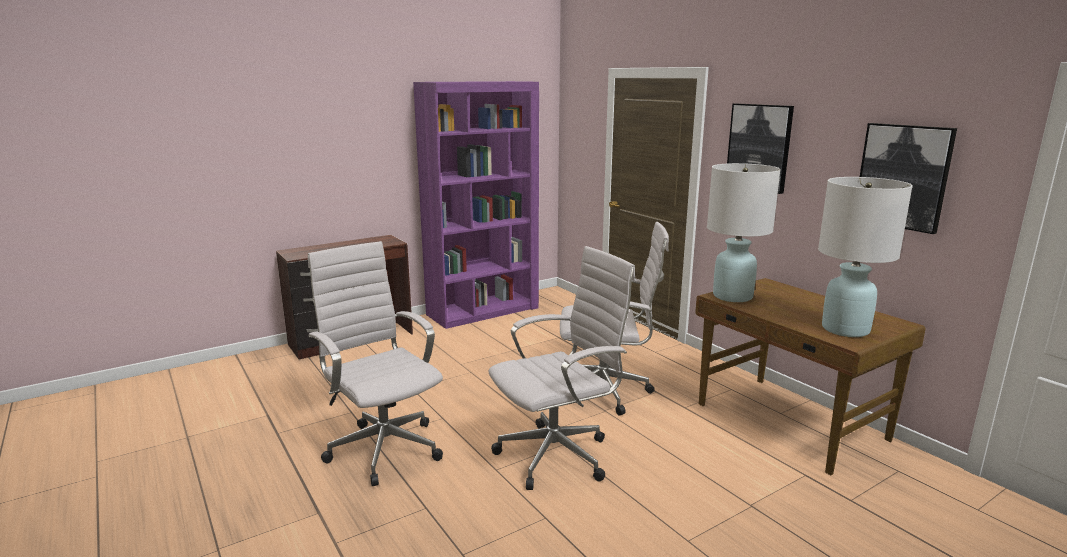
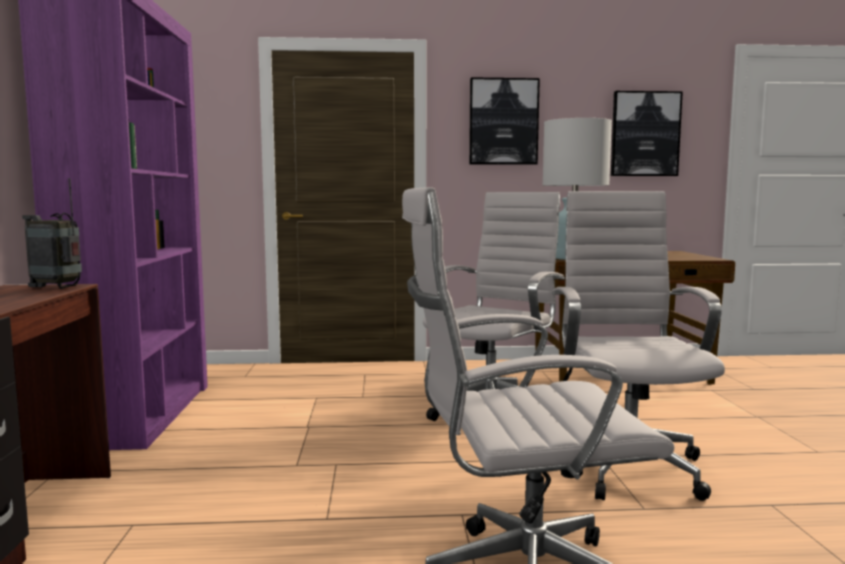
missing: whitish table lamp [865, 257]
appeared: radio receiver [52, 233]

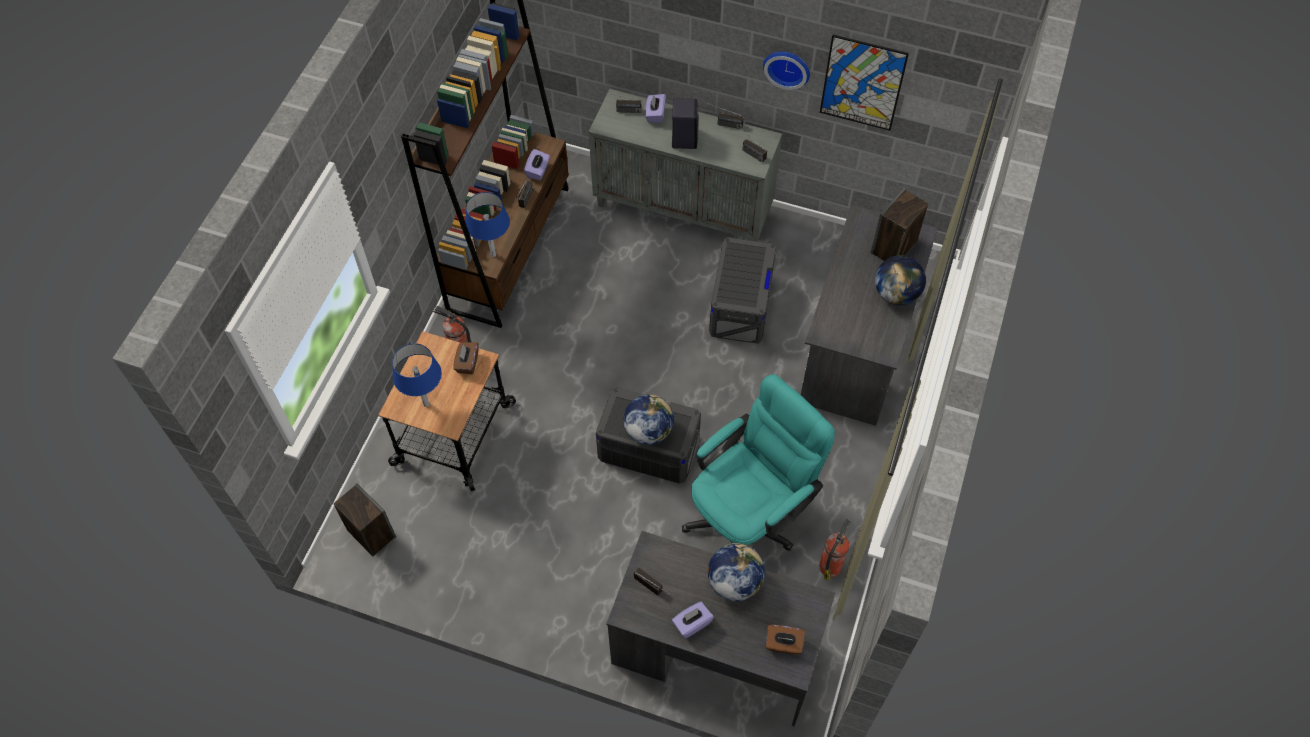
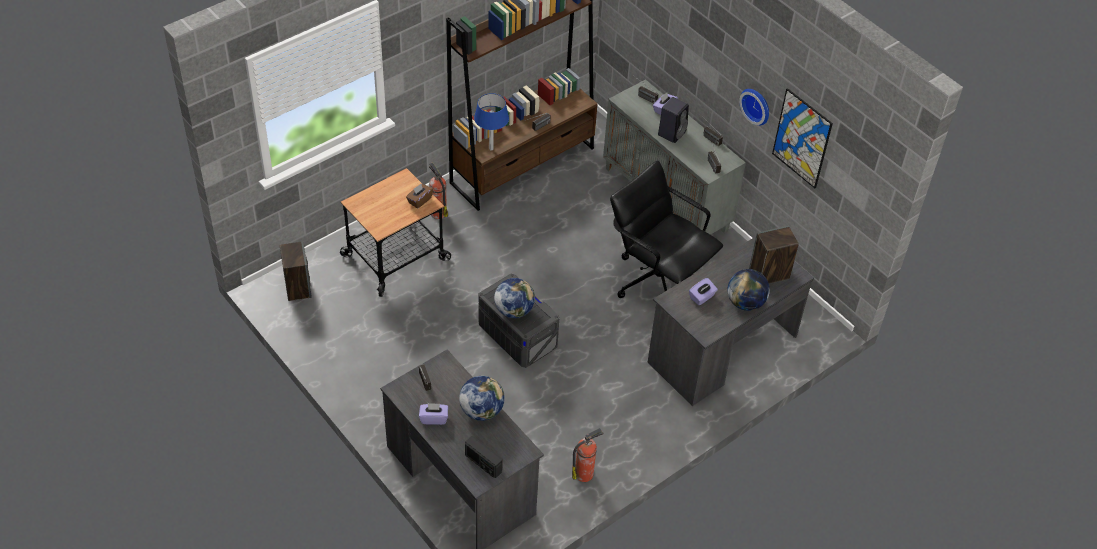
missing: blue table lamp [417, 375]; blue-green computer chair [758, 462]
relocated: purplish box of tissues [537, 164] to [703, 292]
exchanged: greyish storage box [742, 290] to black computer chair [666, 229]; brown box of tissues [785, 639] to radio receiver [484, 457]

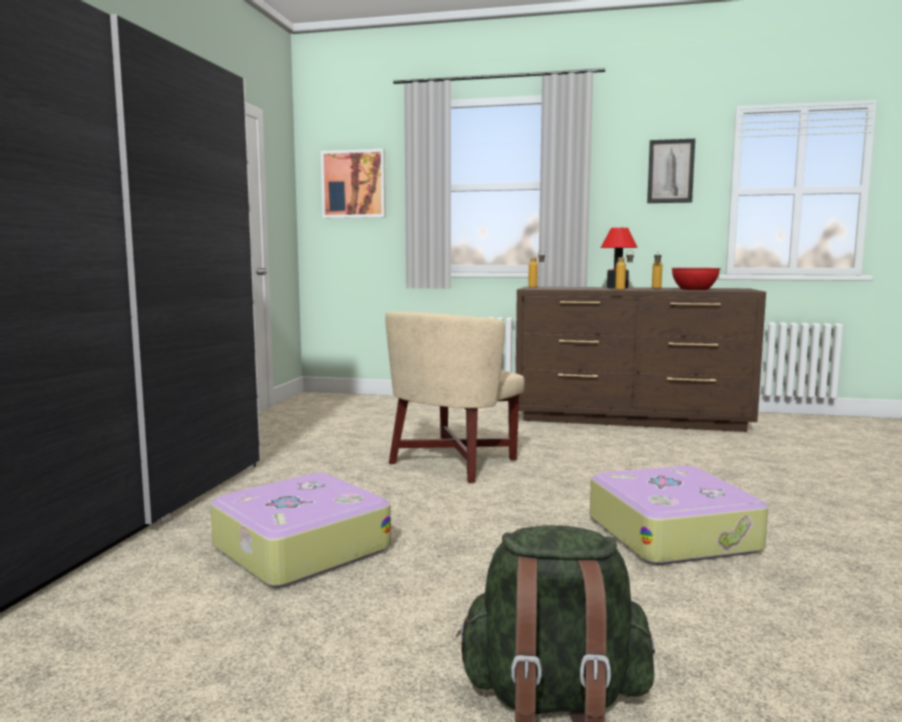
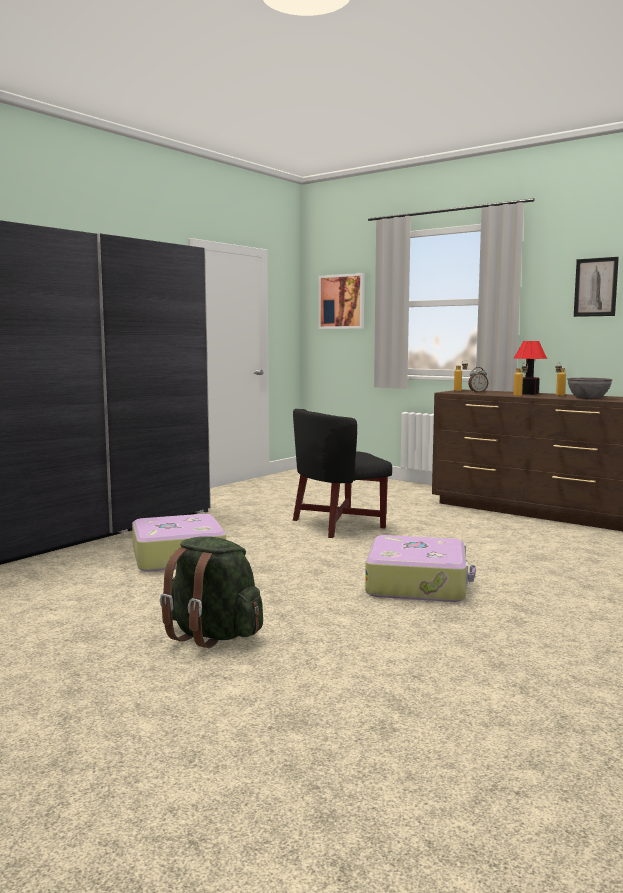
appeared: bedside clock [478, 380]
colour: red-coloured serving bowl [696, 279] to greyish serving bowl [589, 388]; sand-coloured armchair [455, 397] to black armchair [342, 473]

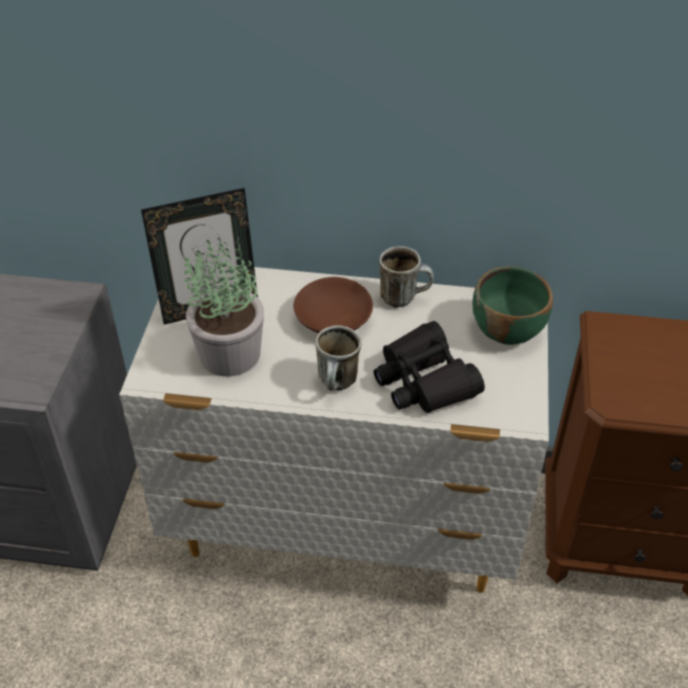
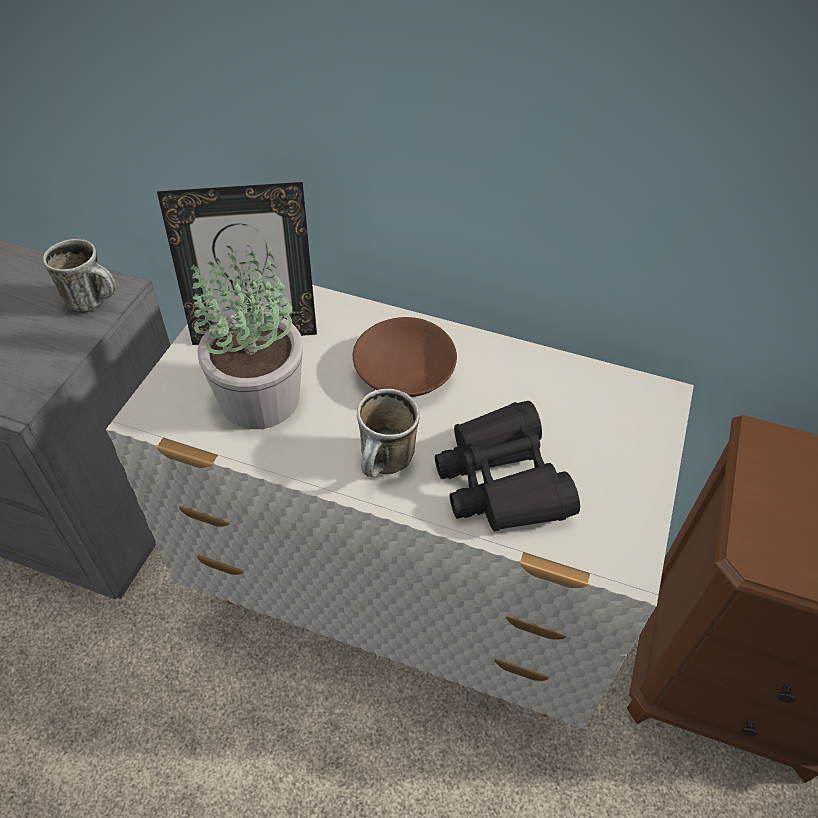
missing: green serving bowl [512, 305]
relocated: mug [406, 277] to [79, 276]

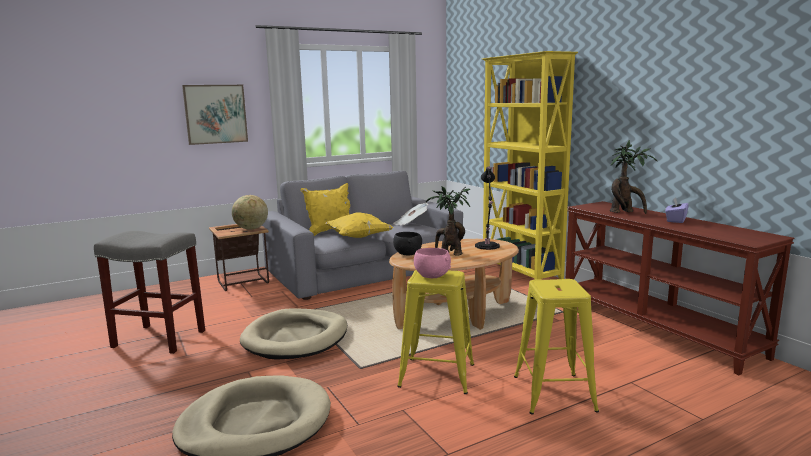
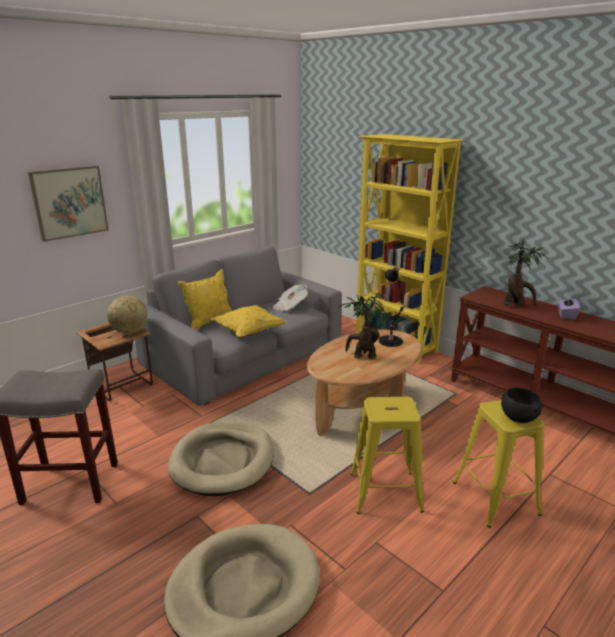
missing: pink serving bowl [432, 263]
relocated: black serving bowl [407, 243] to [521, 405]

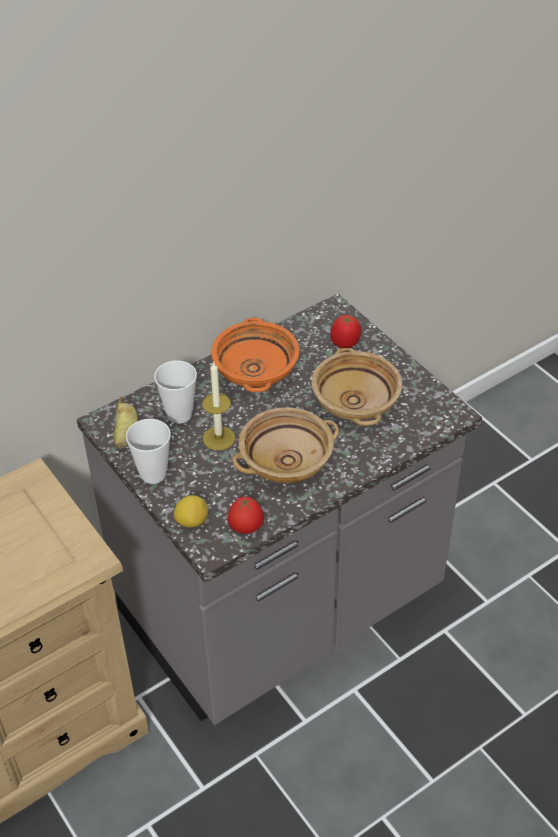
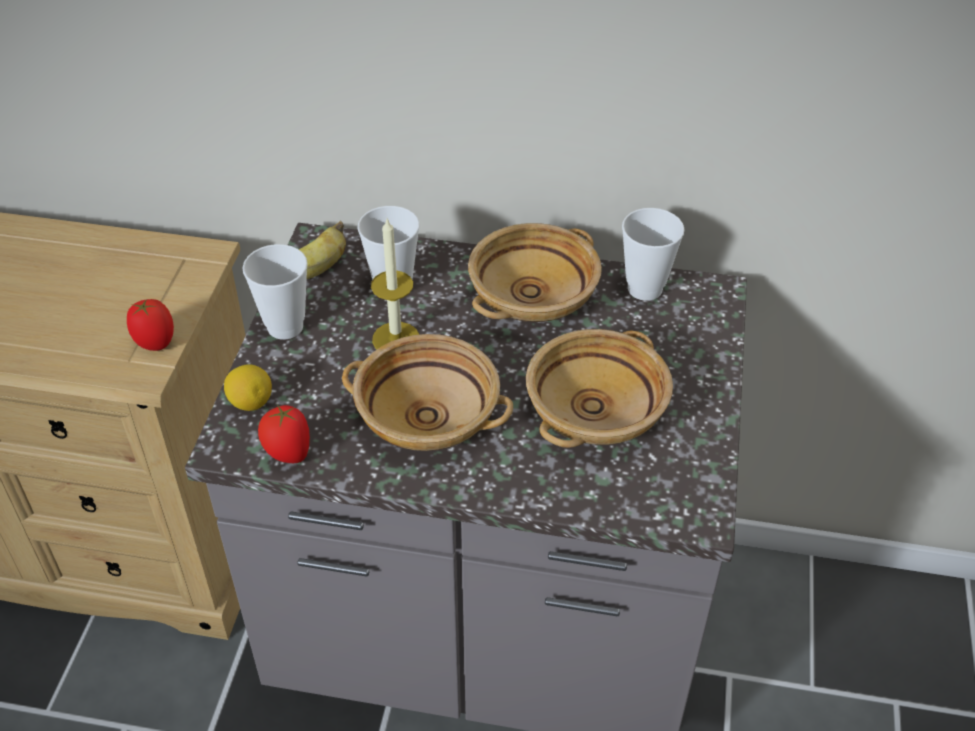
appeared: cup [653, 254]
relocated: fresh tomato [346, 331] to [150, 325]
colour: orange-coloured serving bowl [255, 354] to sand-coloured serving bowl [535, 272]

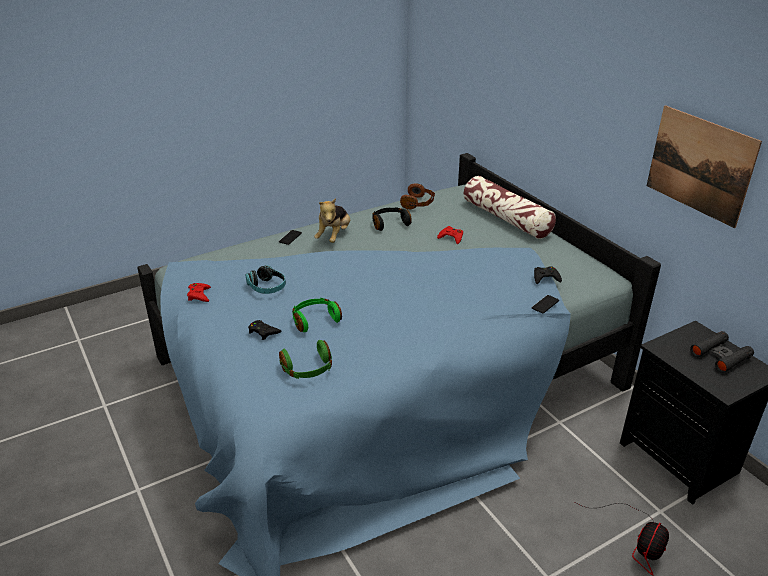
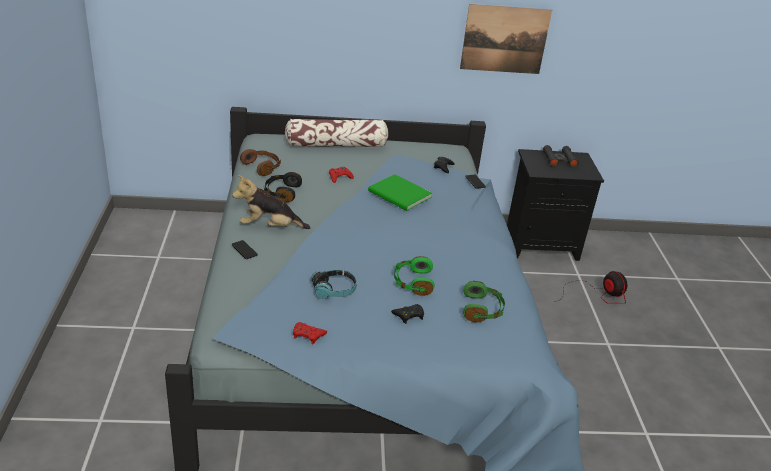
appeared: green volume [400, 192]
spun: plush toy [332, 220] = [271, 202] 135 degrees clockwise

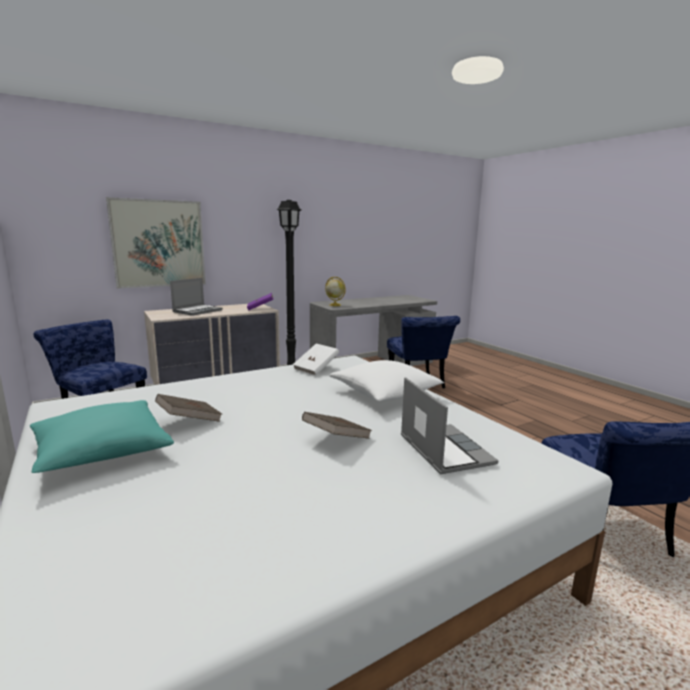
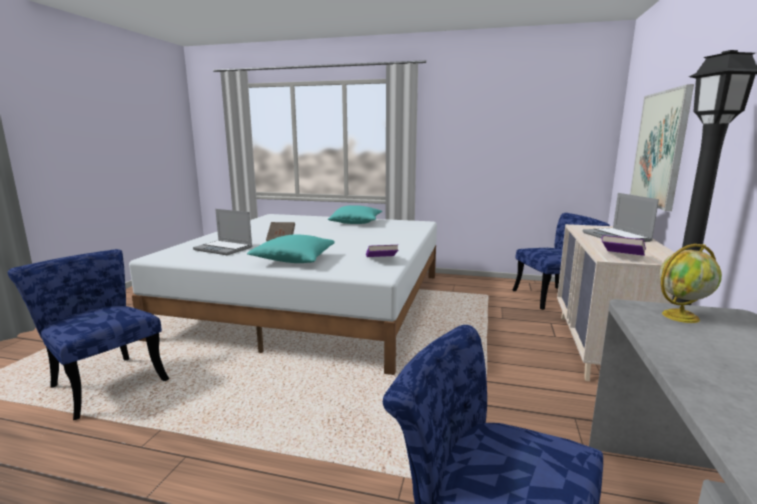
missing: brown volume [188, 408]
colour: whitish volume [316, 359] to purplish volume [382, 251]; whitish throw pillow [386, 380] to blue-green throw pillow [291, 248]

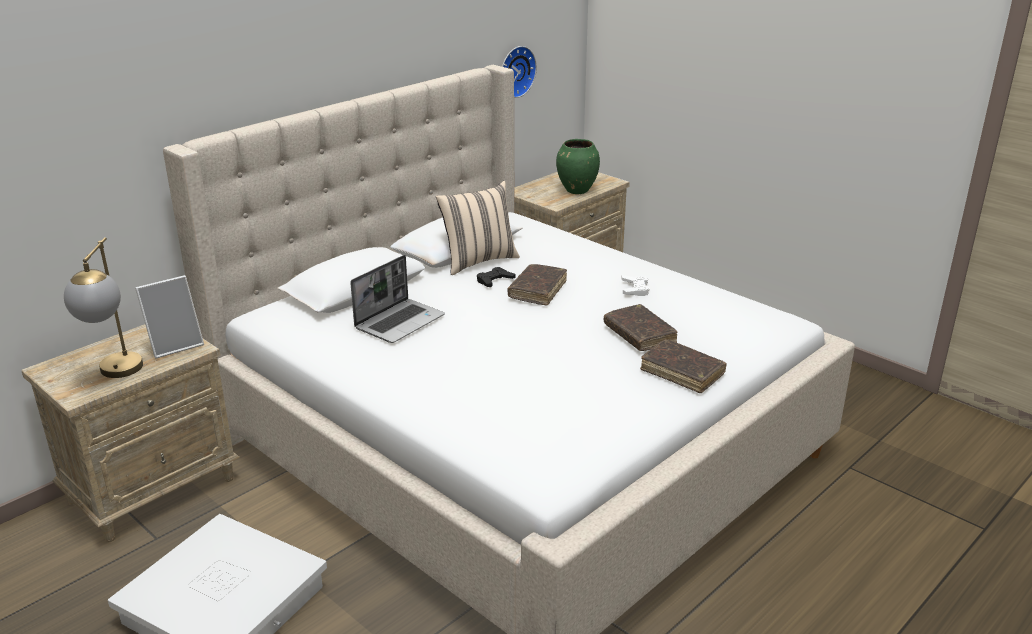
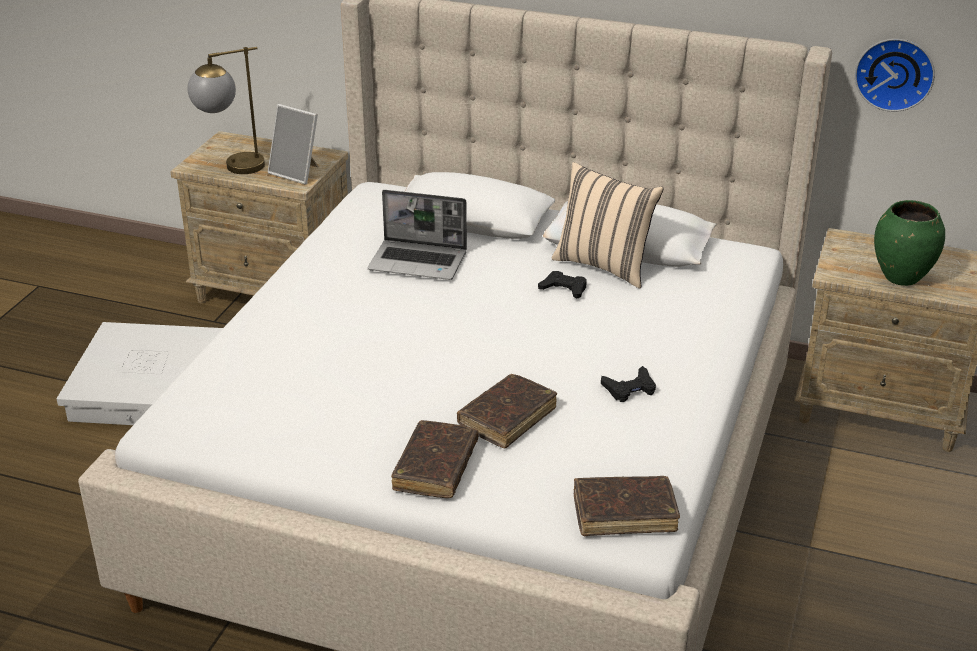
relocated: brown volume [537, 284] to [627, 506]
colour: whitish joypad [635, 285] to black joypad [628, 384]

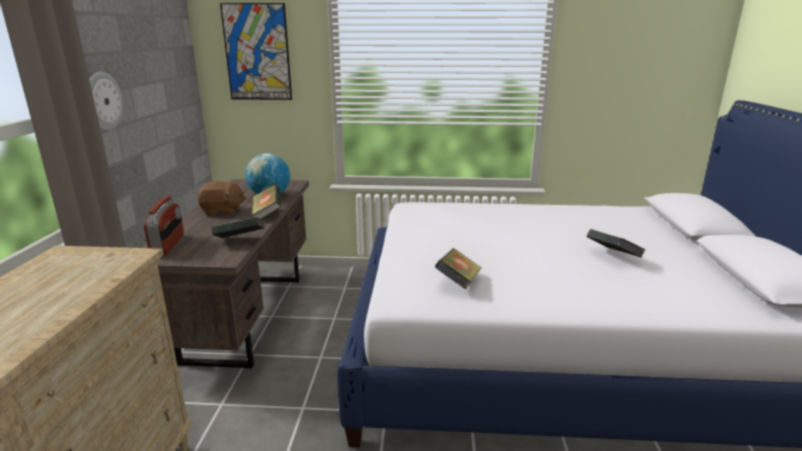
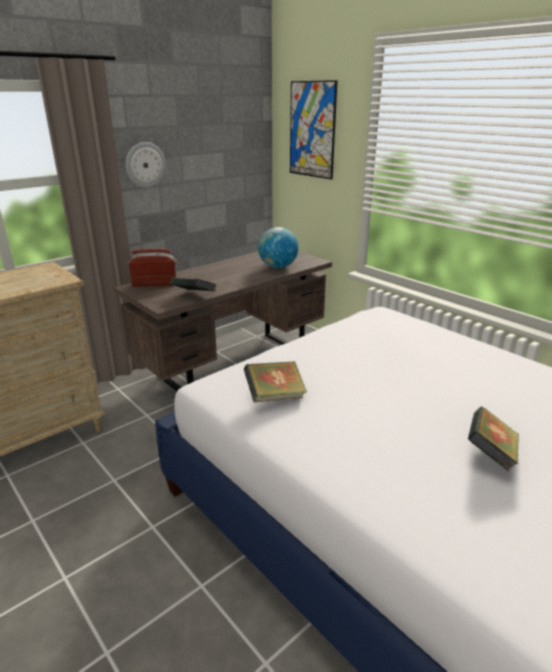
missing: brown plush toy [222, 198]; volume [266, 202]
spun: radio receiver [164, 226] = [152, 268] 135 degrees counterclockwise

